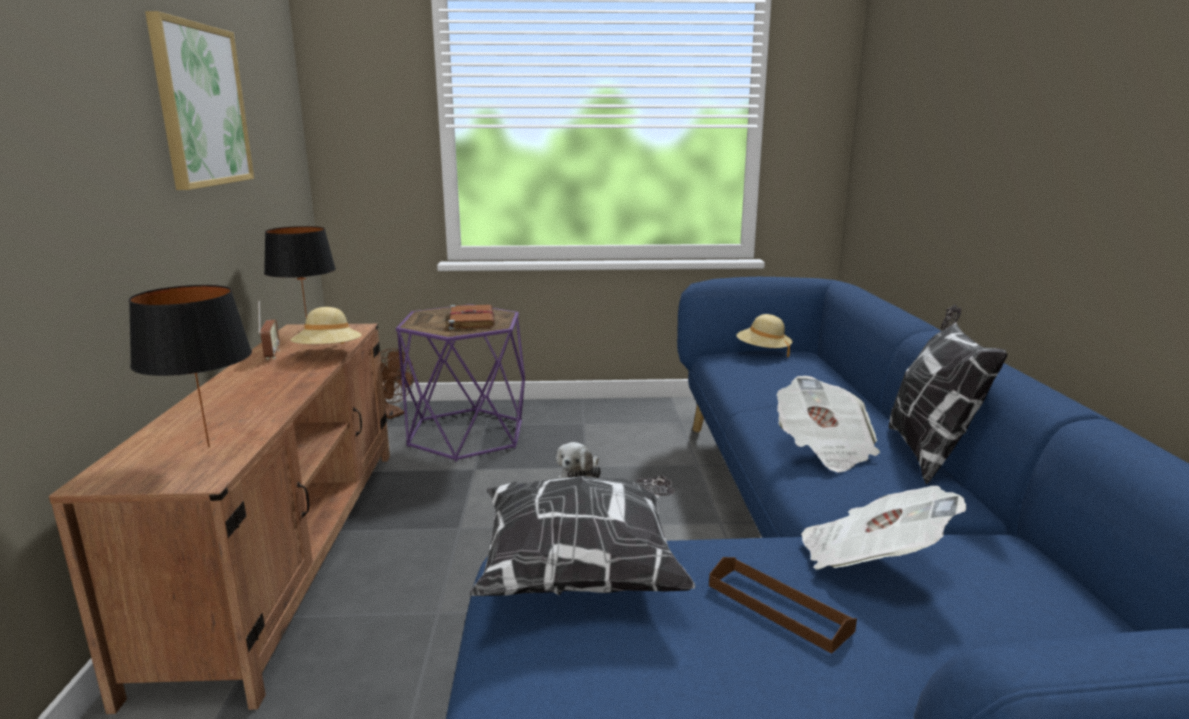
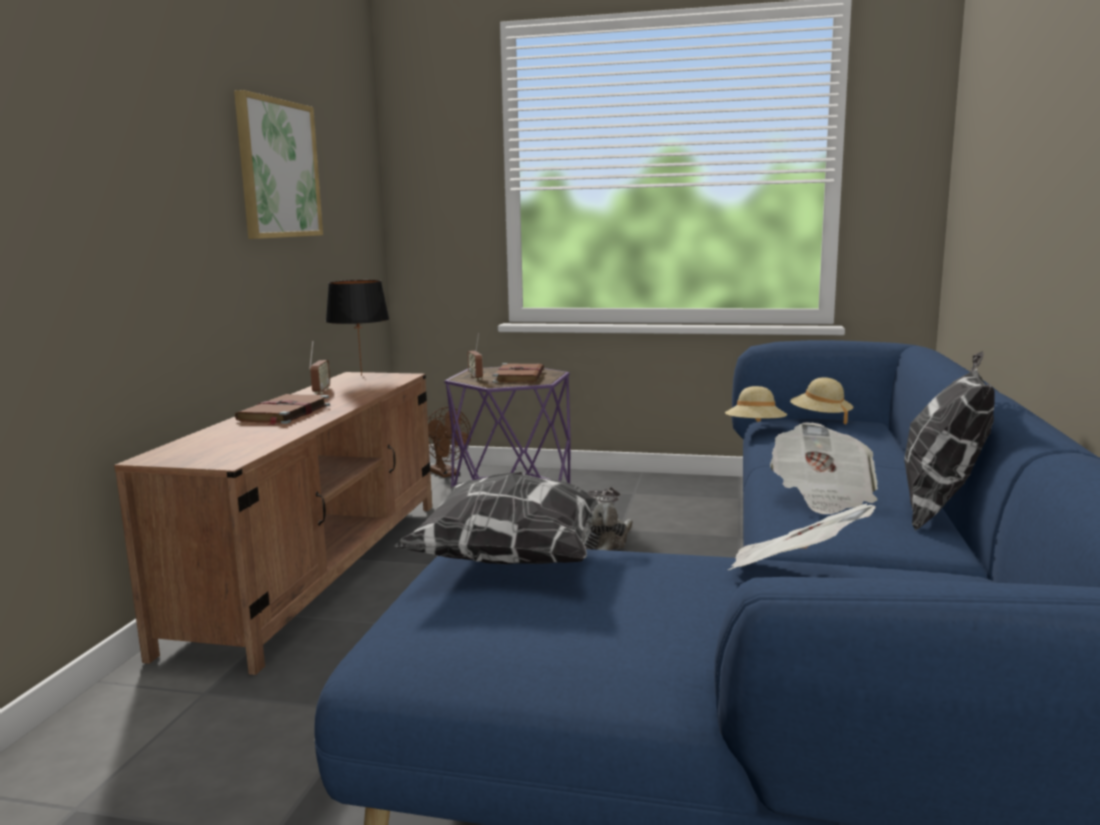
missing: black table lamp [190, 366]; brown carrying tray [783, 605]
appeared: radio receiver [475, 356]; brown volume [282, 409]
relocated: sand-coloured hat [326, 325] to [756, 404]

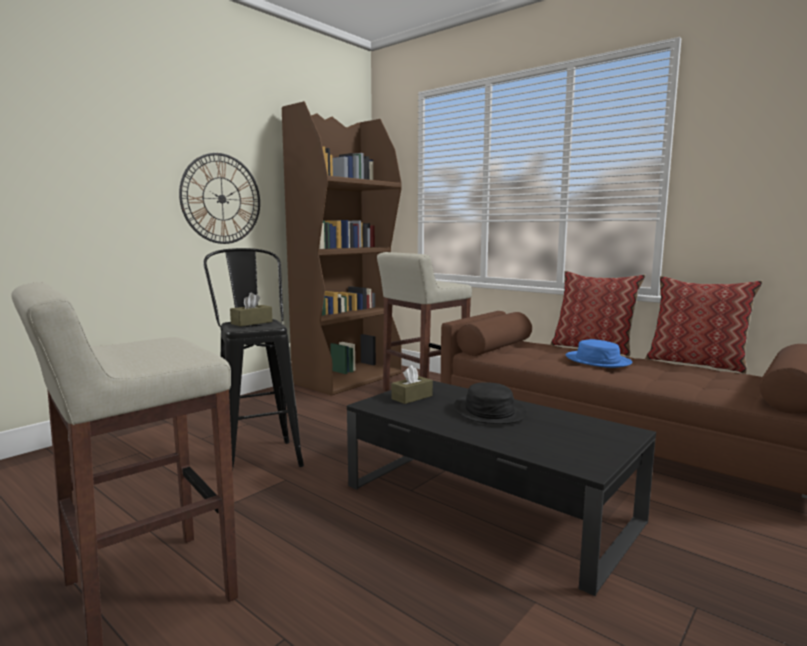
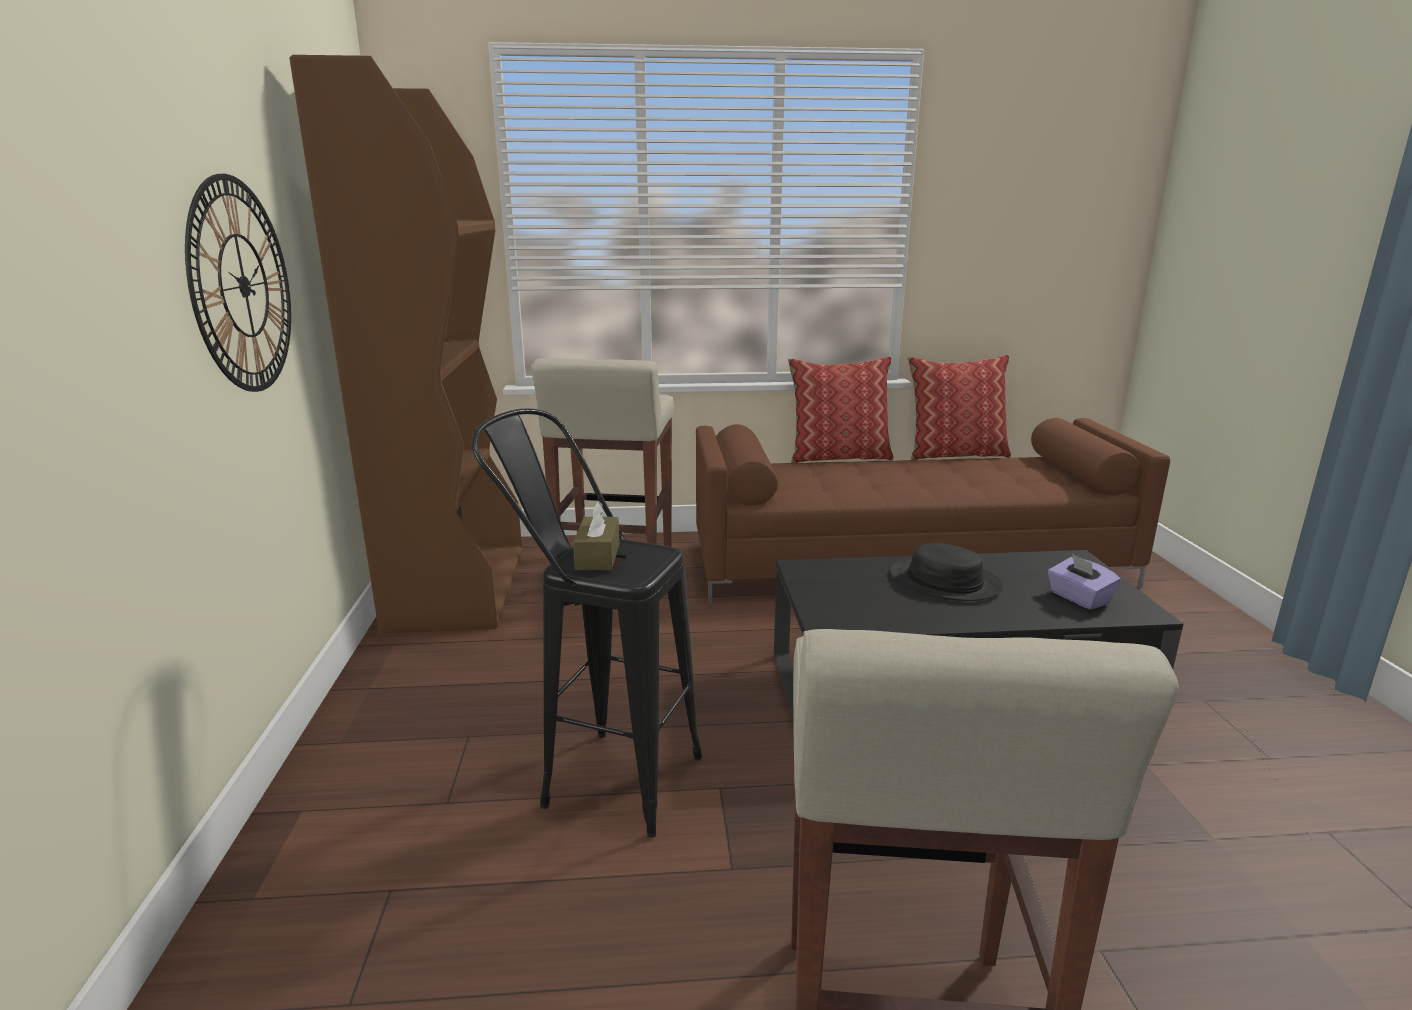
missing: blue hat [599, 353]; brown box of tissues [412, 384]
appeared: purplish box of tissues [1084, 582]

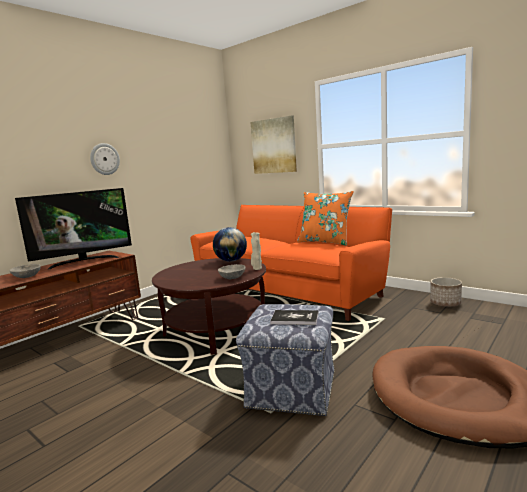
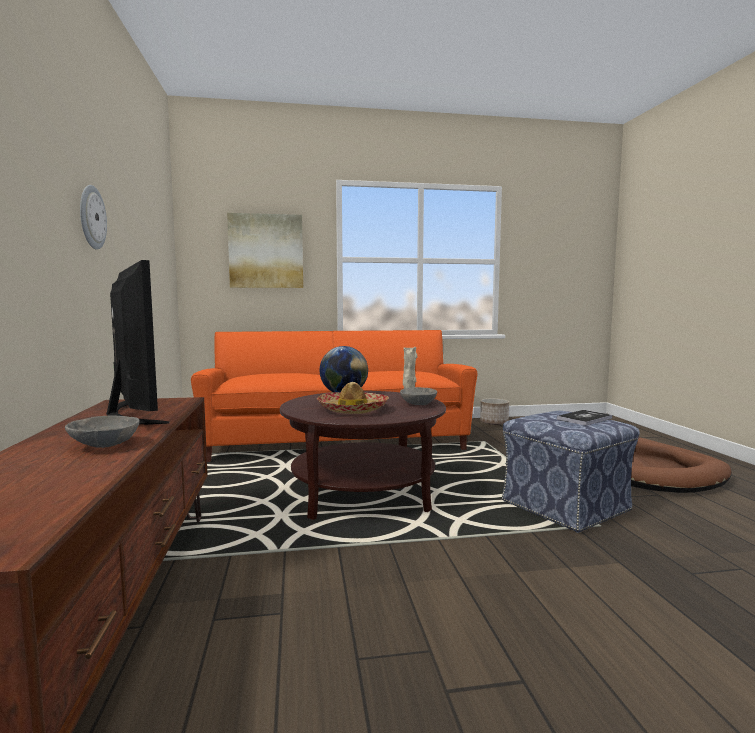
missing: orange-coloured throw pillow [325, 218]
appeared: hat [353, 398]
spun: TV [73, 228] = [138, 342] 45 degrees counterclockwise

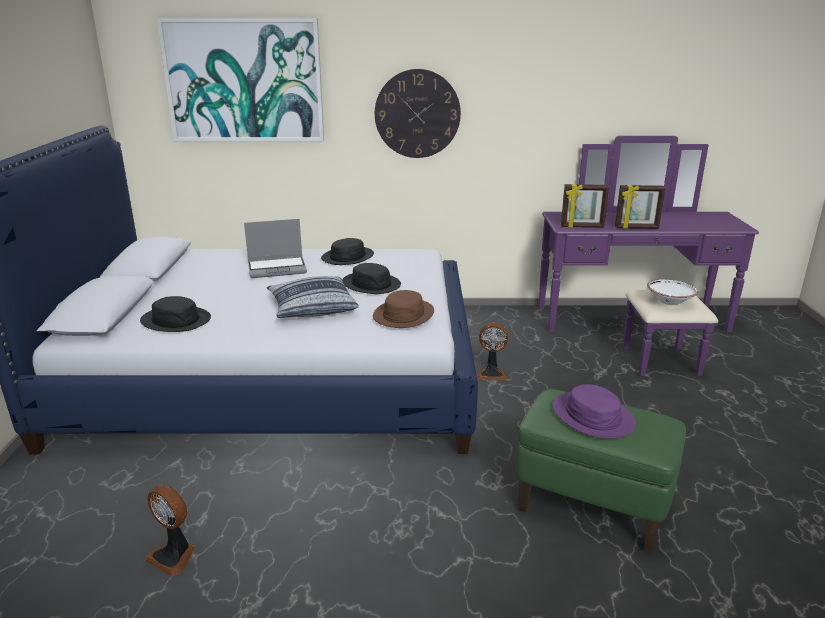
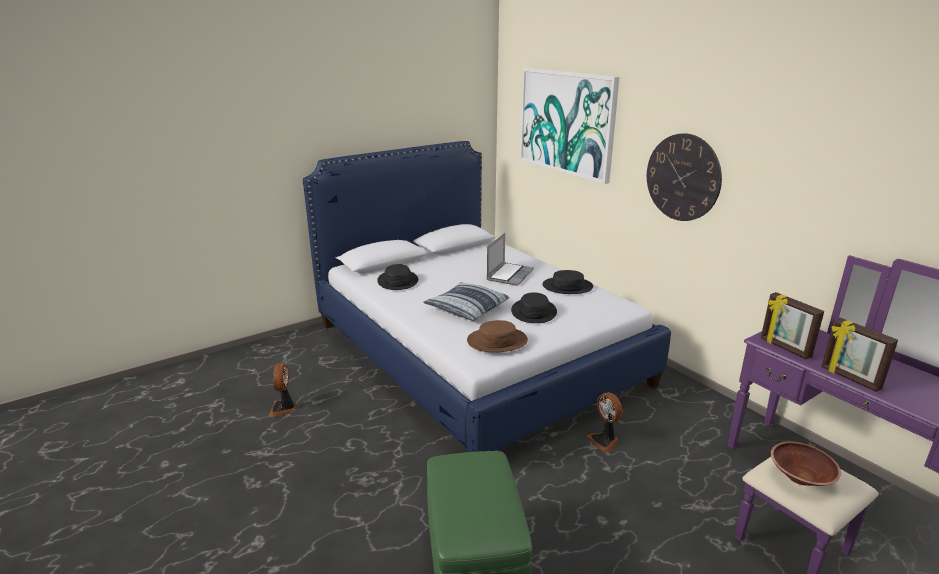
missing: purplish hat [594, 411]
colour: whitish serving bowl [672, 292] to brown serving bowl [806, 463]
spun: portable computer [275, 248] = [510, 259] 105 degrees counterclockwise

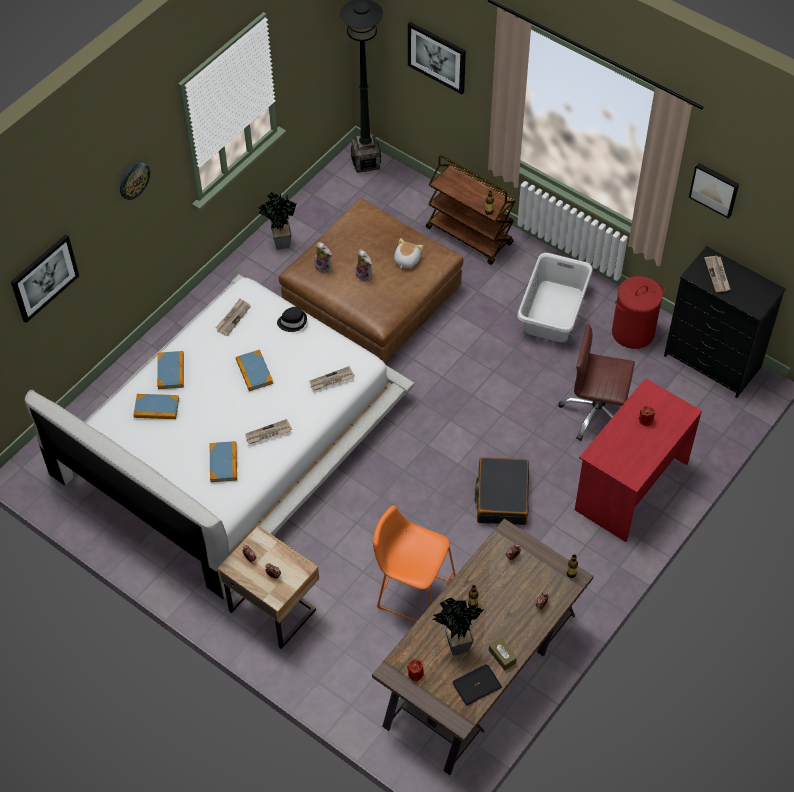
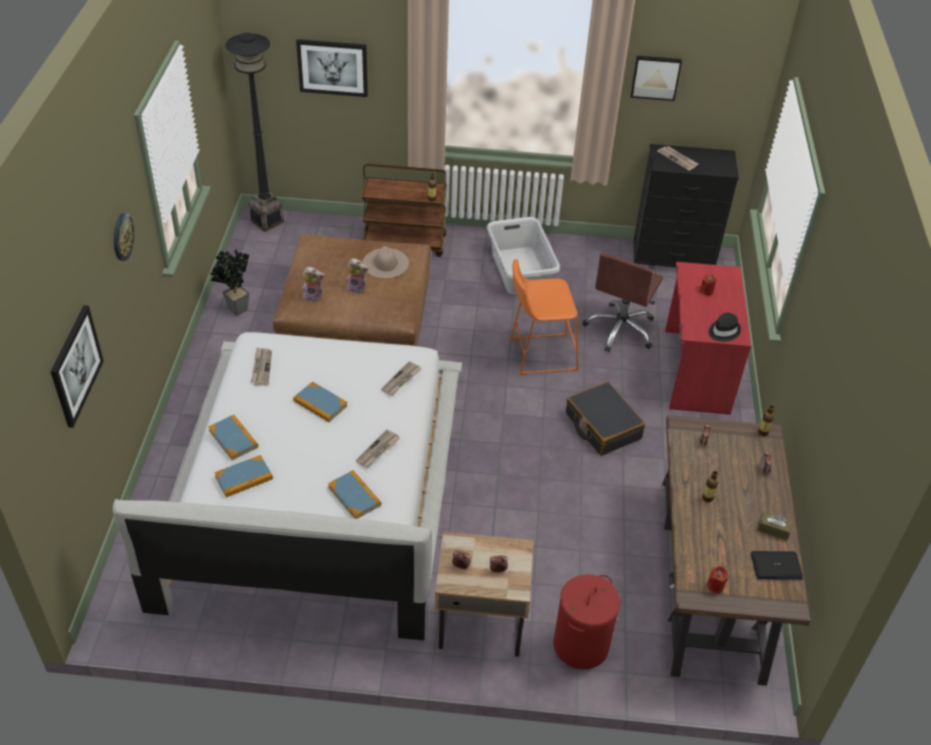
missing: houseplant [458, 626]
relocated: red-coloured washing basket [638, 312] to [586, 622]; black hat [292, 319] to [725, 327]; orange-coloured stool [414, 563] to [544, 317]
exchanged: plush toy [408, 253] to sand-coloured hat [385, 262]
spun: brown computer chair [596, 382] = [623, 302] 45 degrees counterclockwise; portable computer [477, 685] = [777, 565] 60 degrees clockwise

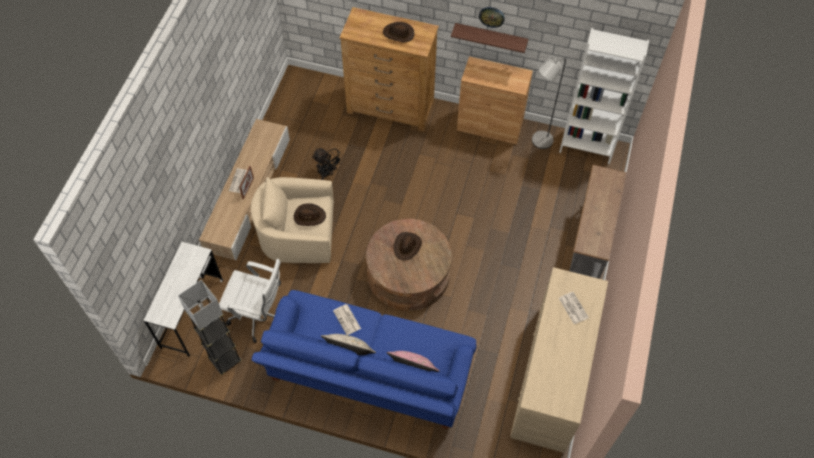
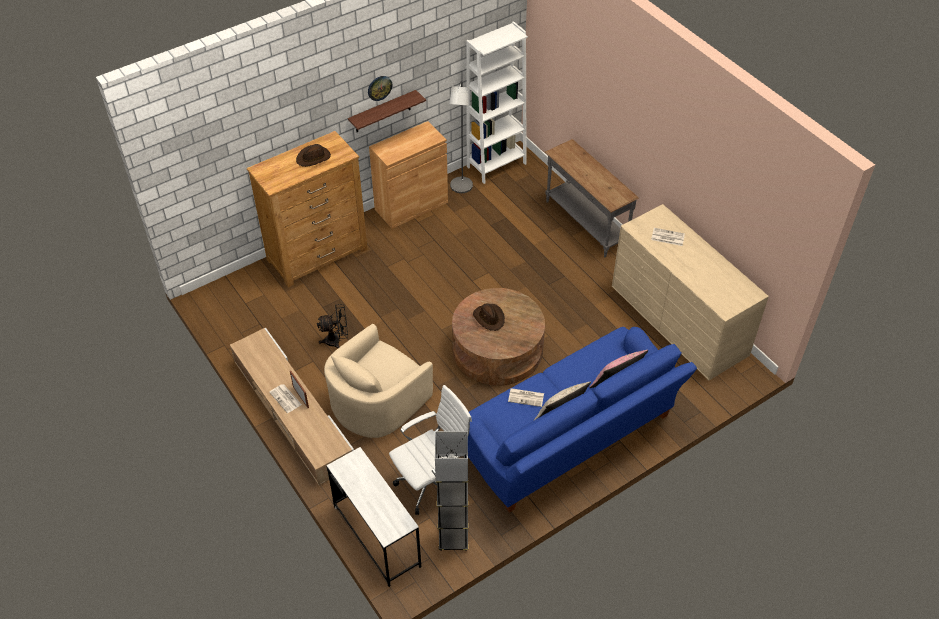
missing: brown hat [310, 214]

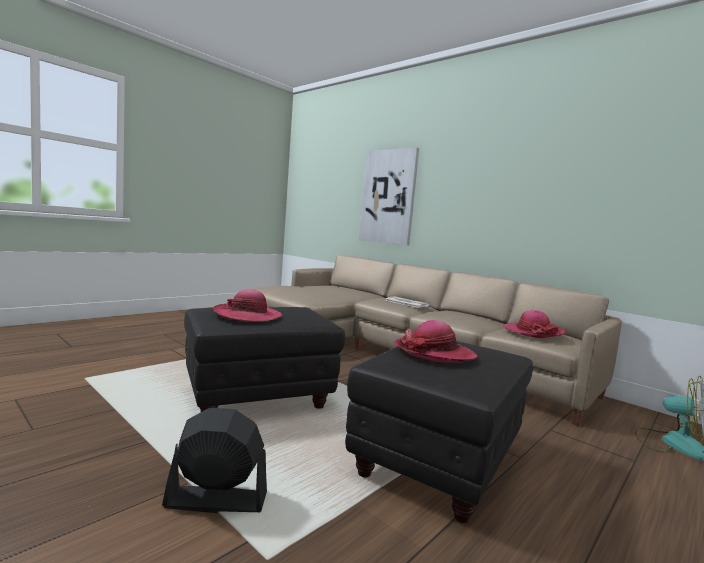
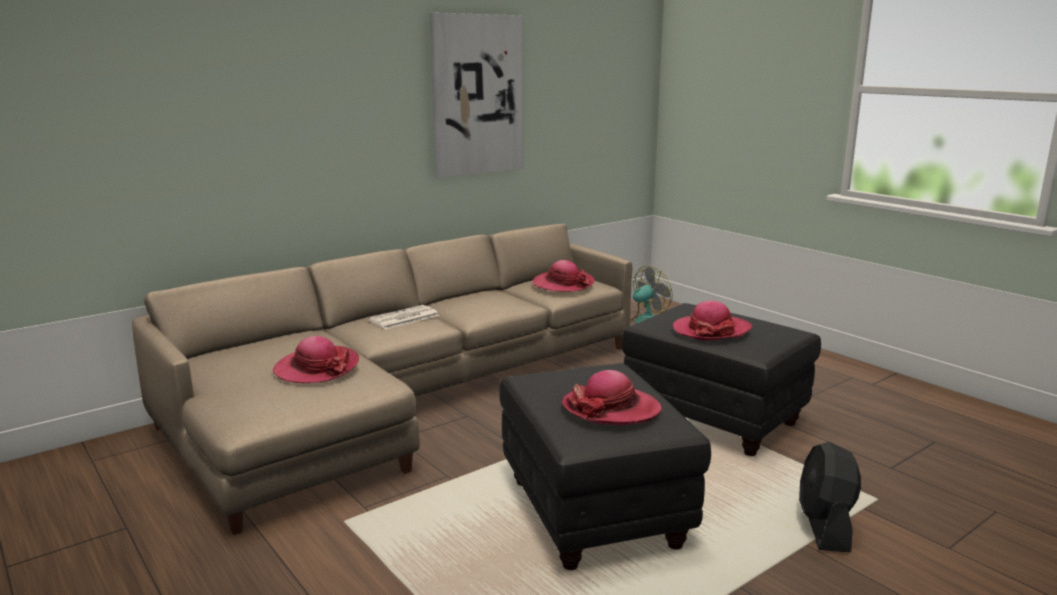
appeared: hat [316, 359]
relocated: wall picture [389, 196] to [476, 95]

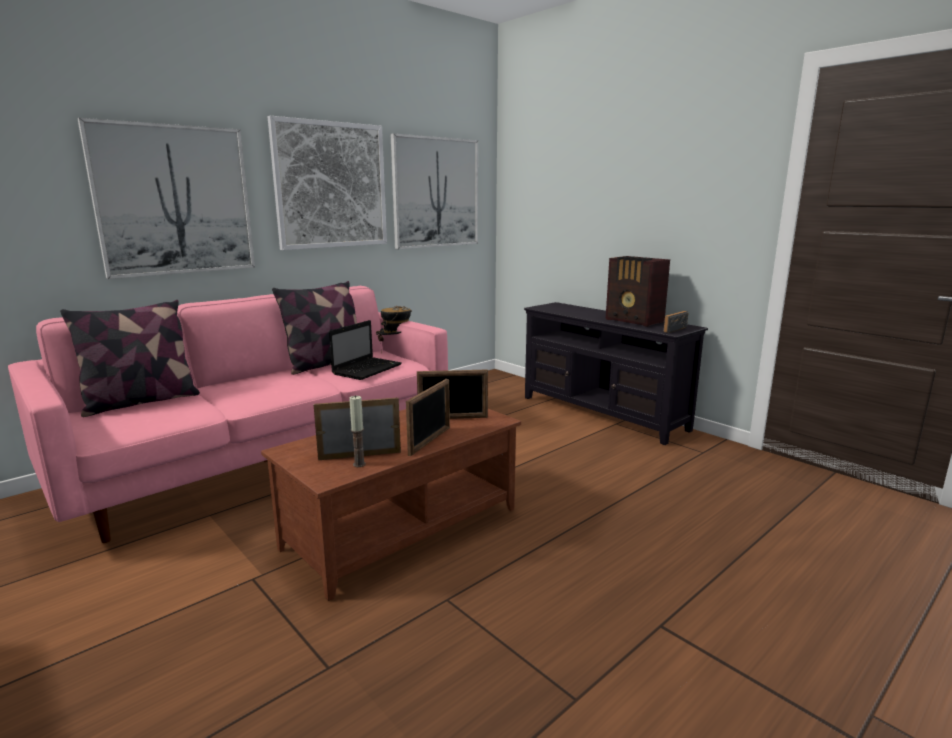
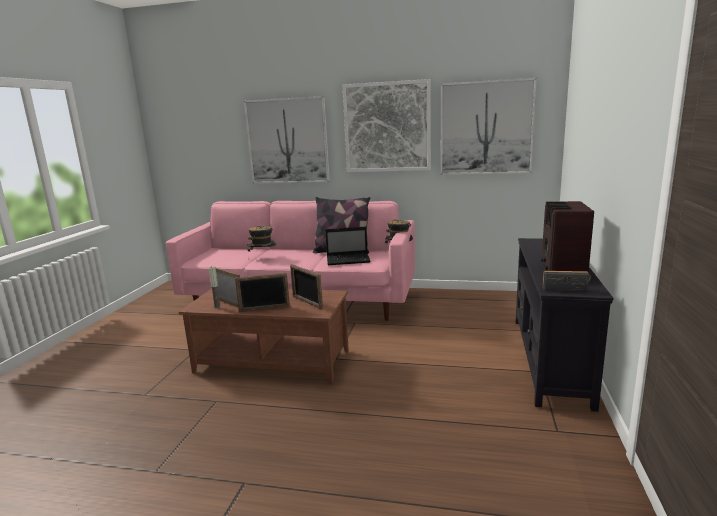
missing: throw pillow [130, 358]
appeared: hat [261, 241]

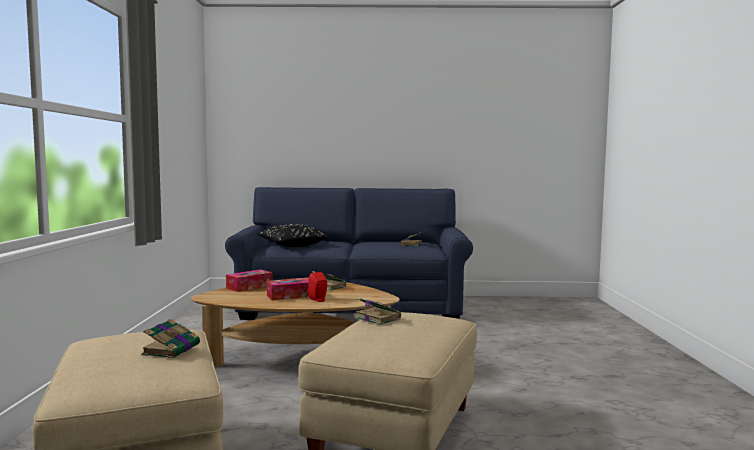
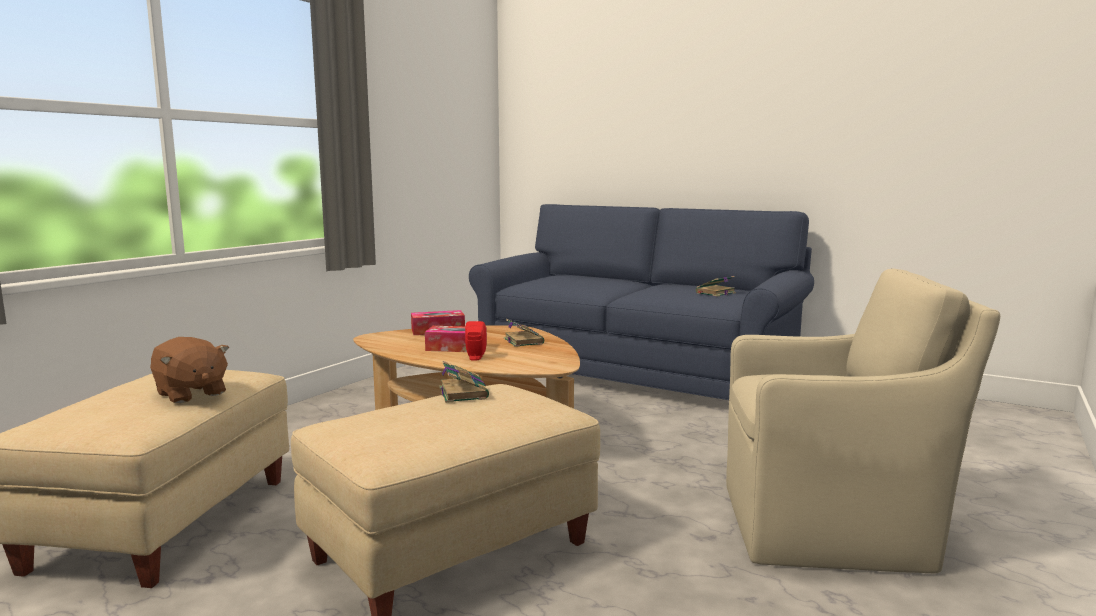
missing: black throw pillow [293, 235]
appeared: sand-coloured armchair [863, 420]
exchanged: volume [170, 338] to brown plush toy [189, 370]

